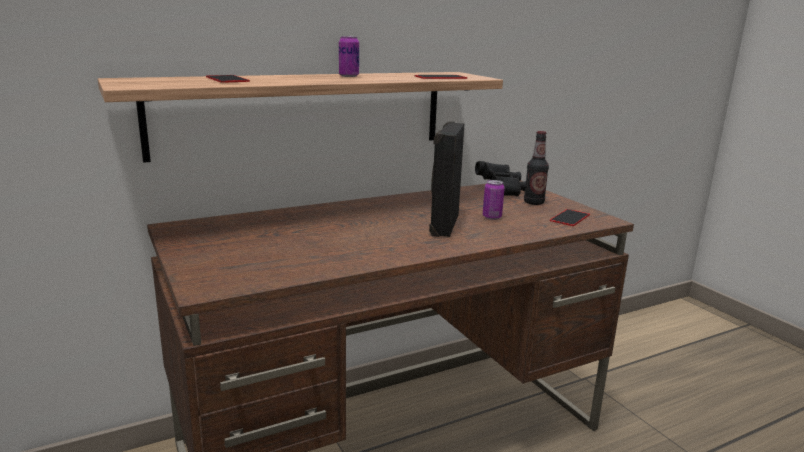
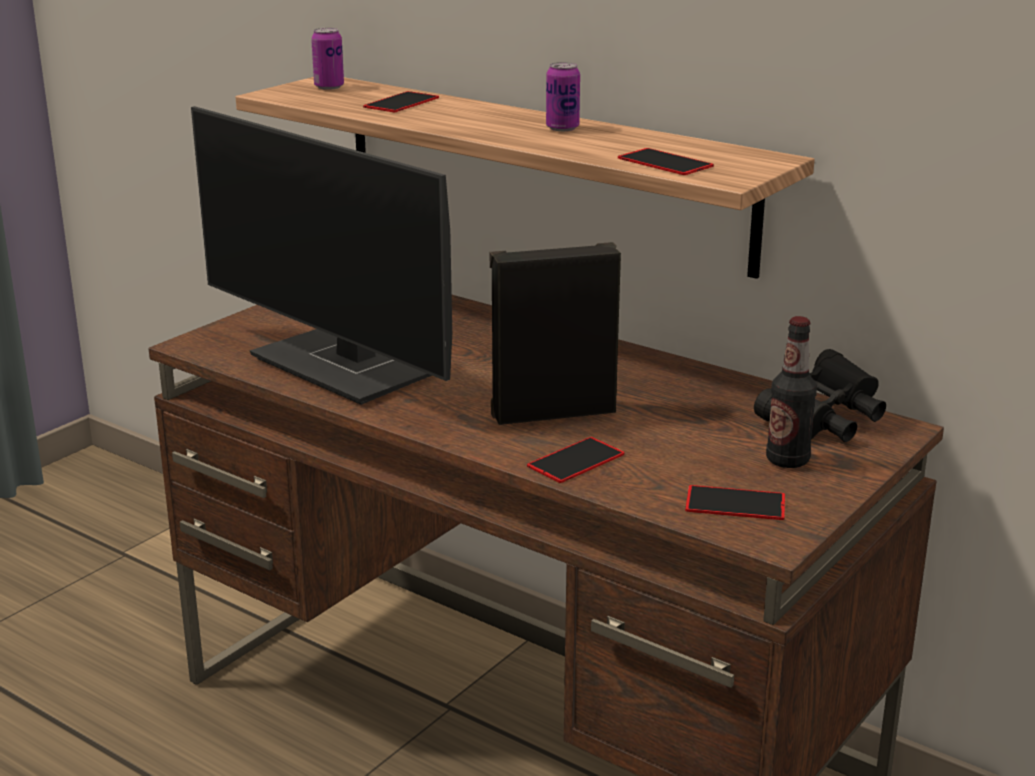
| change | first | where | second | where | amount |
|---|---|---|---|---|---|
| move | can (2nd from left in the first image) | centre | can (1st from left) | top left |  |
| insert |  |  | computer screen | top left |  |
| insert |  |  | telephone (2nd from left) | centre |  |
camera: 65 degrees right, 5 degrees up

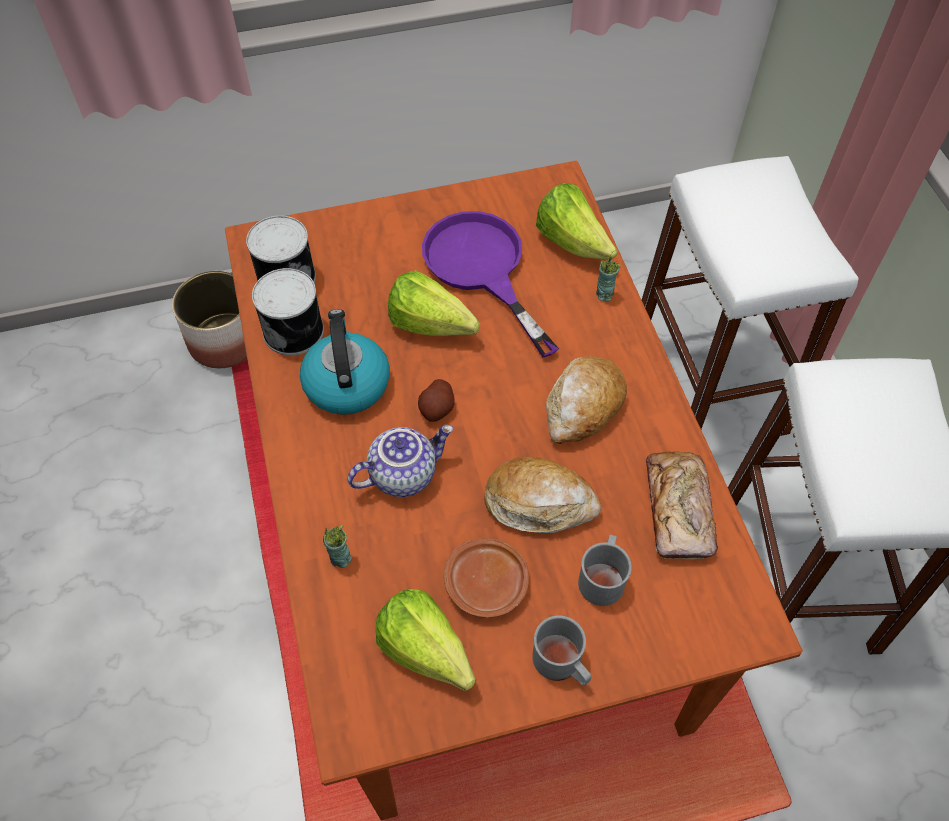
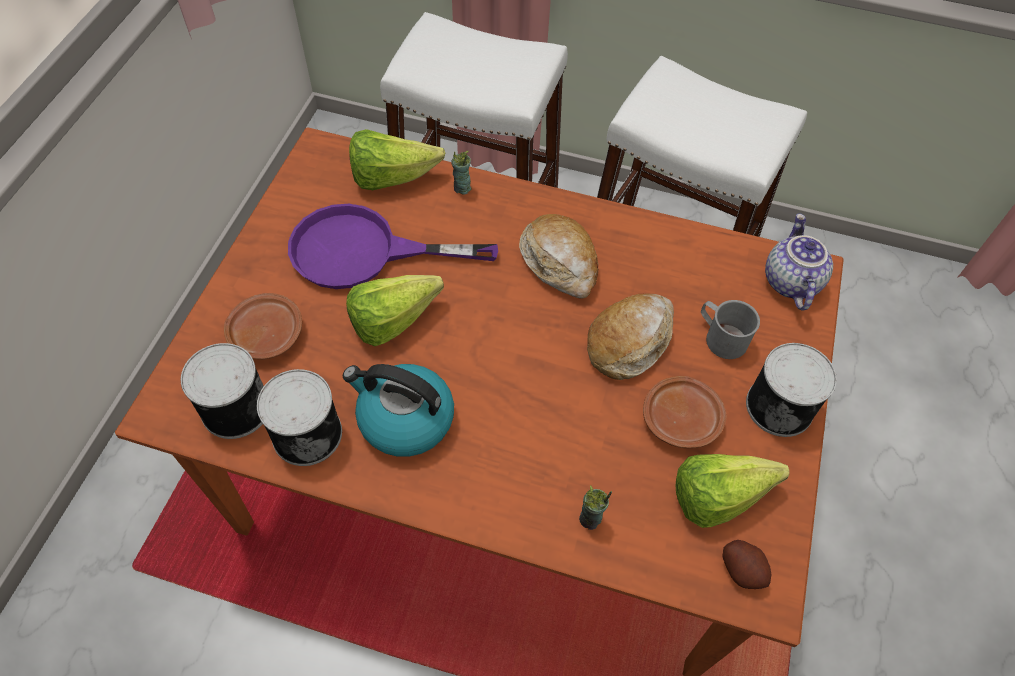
| change | first | where | second | where | amount |
|---|---|---|---|---|---|
| delete | planter | middle left |  |  |  |
| move | potato | centre |  | bottom right |  |
| move | teapot | centre |  | middle right |  |
| delete | baked bread (3rd from left) | middle right |  |  |  |
| replace | grey mug (1st from left) | bottom centre | can (3rd from left) | middle right |  |
| insert |  |  | brown-coloured flat dish (1st from left) | middle left |  |
camera: 60 degrees left, 0 degrees up

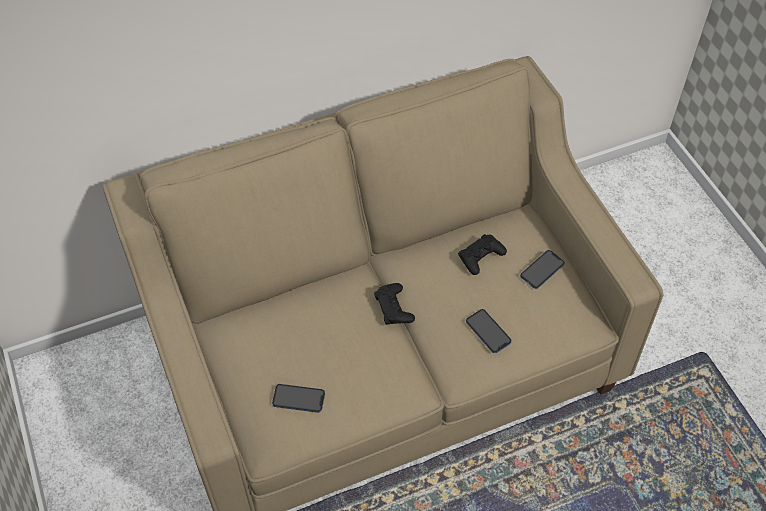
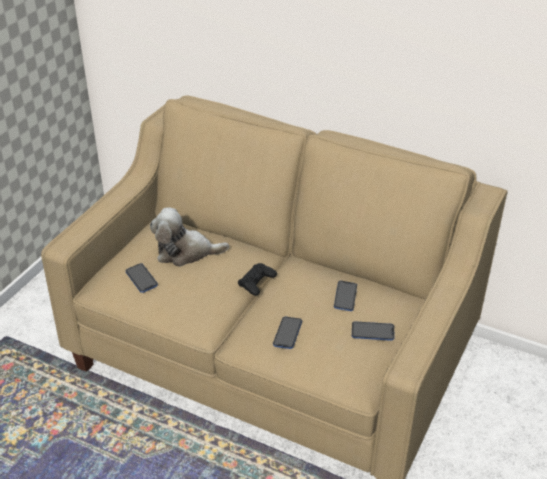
| change | first | where | second | where | amount |
|---|---|---|---|---|---|
| replace | black game controller (2nd from left) | centre | telephone (3rd from left) | centre |  |
| insert |  |  | cuddly toy | centre |  |
camera: 50 degrees right, 15 degrees down

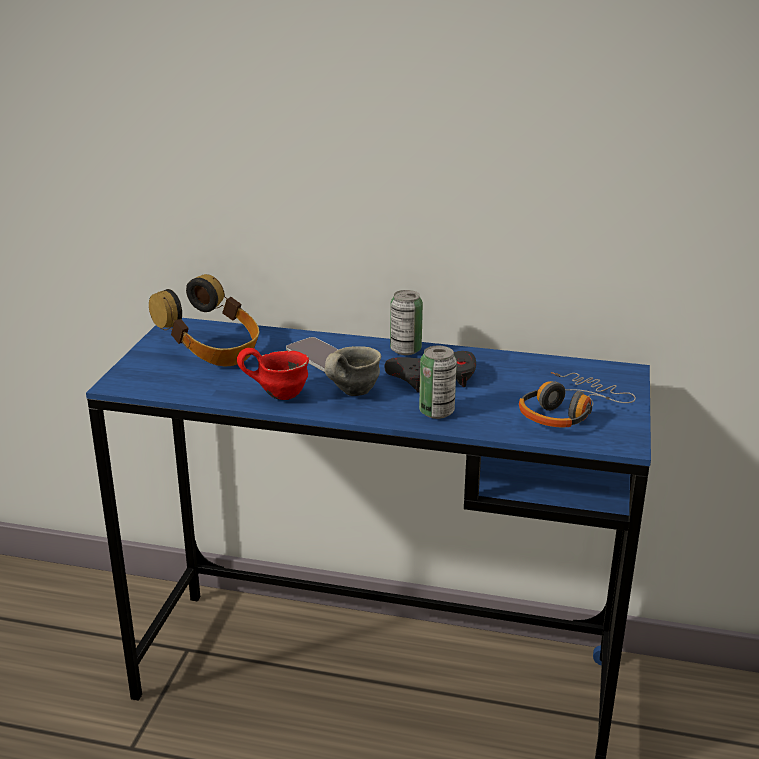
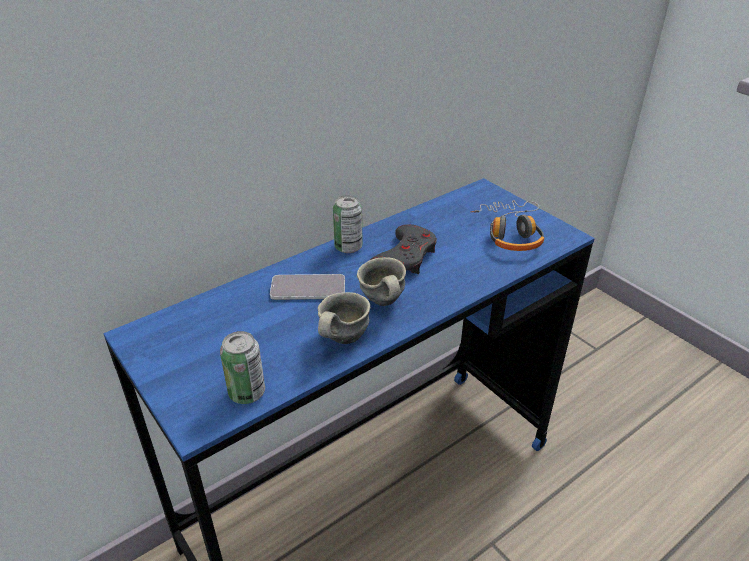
| change | first | where | second | where | amount |
|---|---|---|---|---|---|
| delete | headset (1st from left) | middle left |  |  |  |
| move | can (2nd from left in the first image) | centre | can (1st from left) | middle left |  |
| recolor | red mug | centre | grey mug (1st from left) | centre |  |
camera: 50 degrees left, 10 degrees up

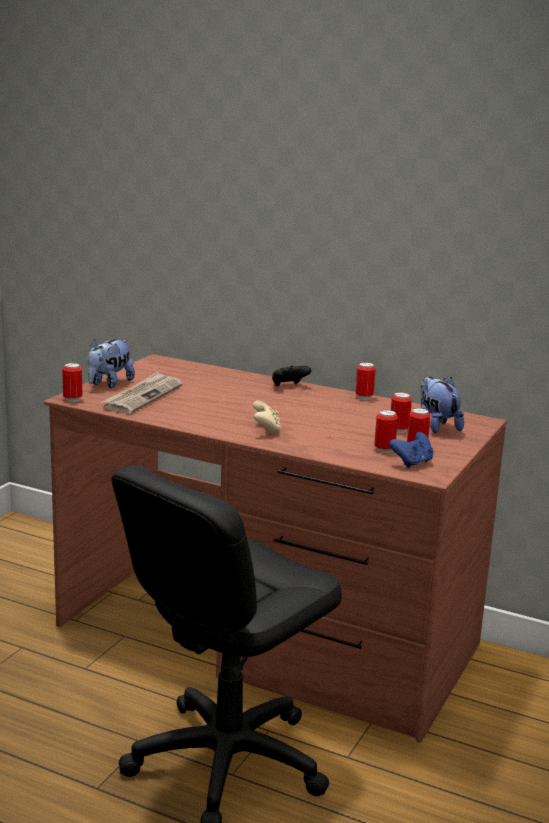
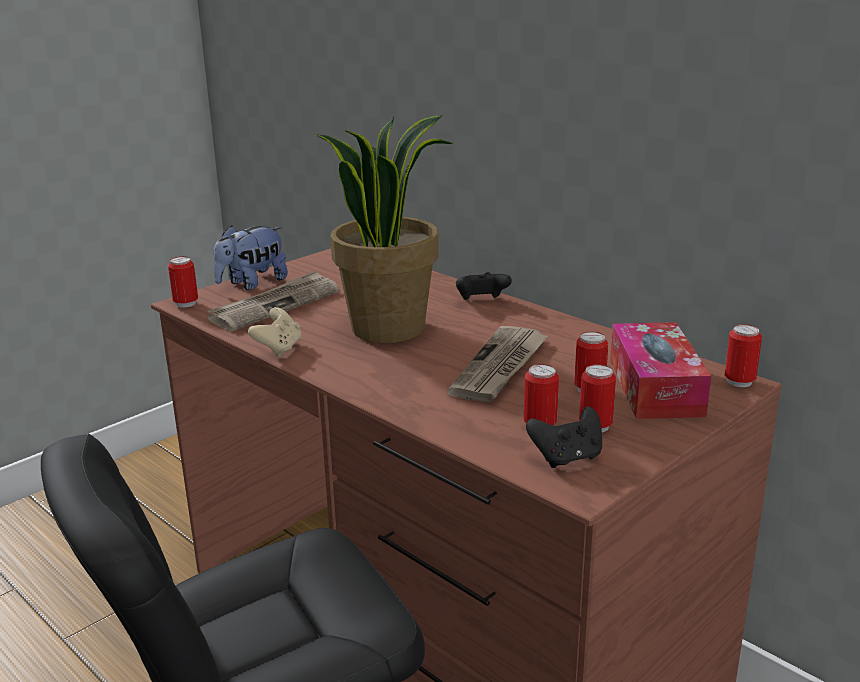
| change | first | where | second | where | amount |
|---|---|---|---|---|---|
| move | can (2nd from left in the first image) | centre | can (5th from left) | middle right |  |
| replace | cuddly toy (2nd from left) | middle right | tissue box | middle right |  |
| move | beige-coloured game controller | centre |  | middle left |  |
| recolor | blue-coloured game controller | middle right | black game controller (2nd from left) | centre |  |
| insert |  |  | plant in a pot | centre |  |
| insert |  |  | daily paper (2nd from left) | centre |  |
camera: 20 degrees right, 5 degrees up

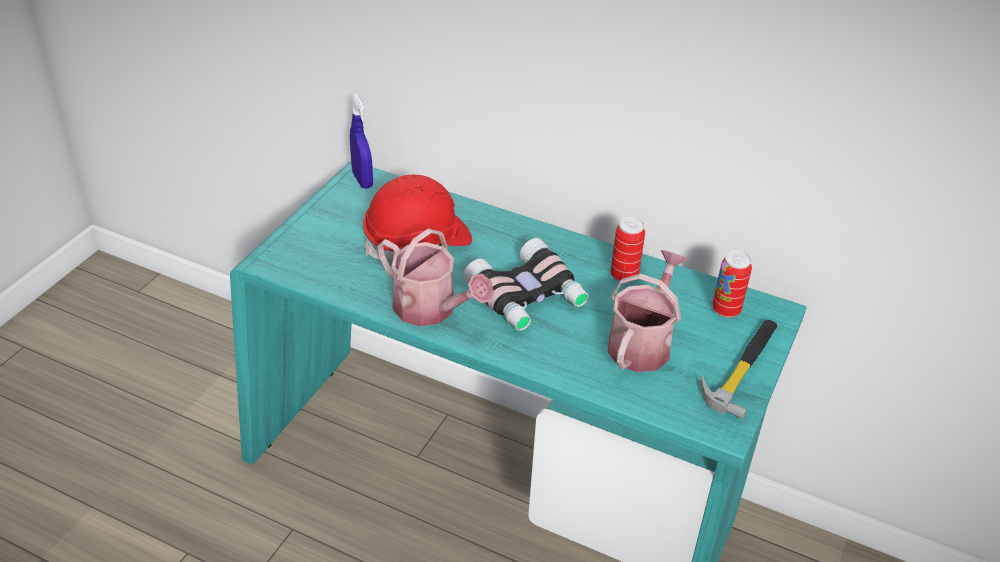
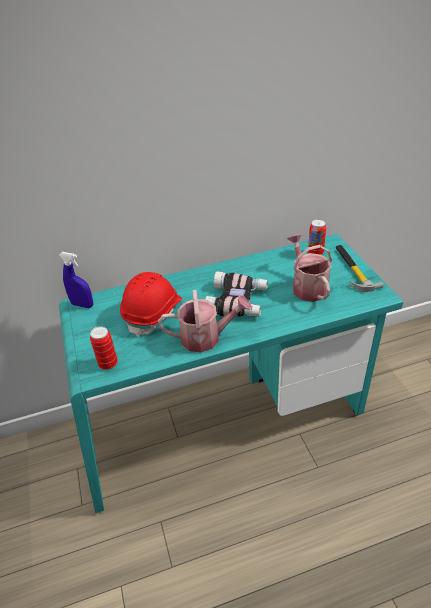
| change | first | where | second | where | amount |
|---|---|---|---|---|---|
| move | can (1st from left) | centre |  | middle left |  |
camera: 40 degrees left, 0 degrees up

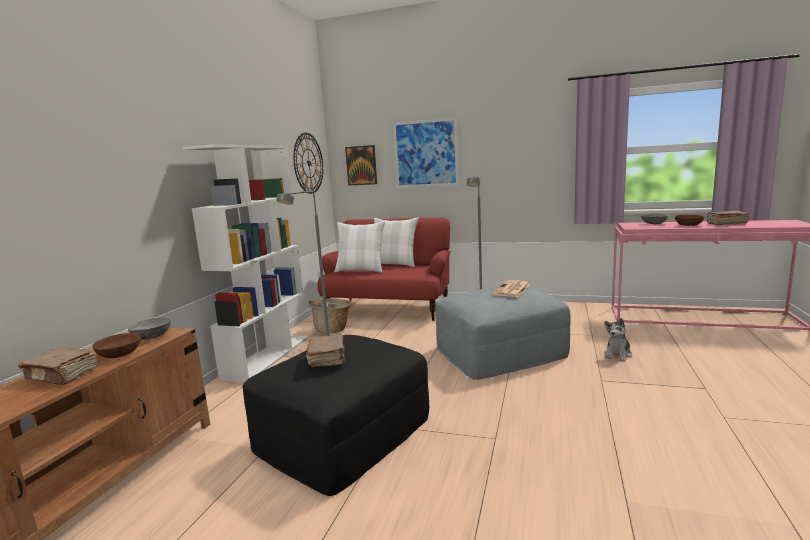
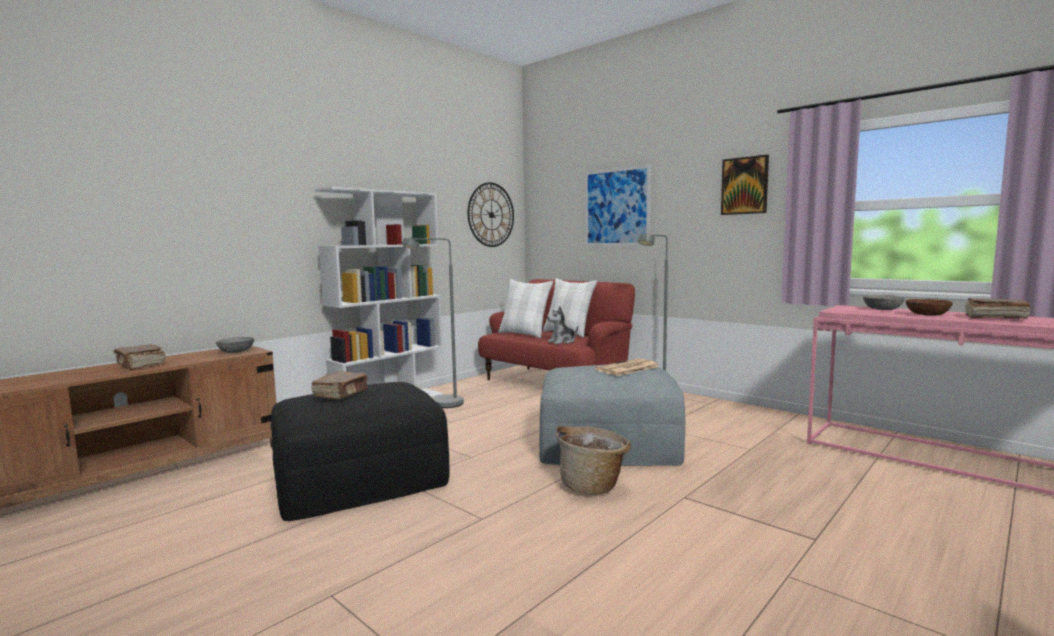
| change | first | where | second | where | amount |
|---|---|---|---|---|---|
| move | picture (1st from left in the first image) | top centre | picture (2nd from left) | top right |  |
| move | household basket | centre |  | bottom centre |  |
| move | cuddly toy | middle right |  | centre |  |
| delete | brown-coloured deep dish (1st from left) | middle left |  |  |  |
camera: 25 degrees right, 5 degrees down

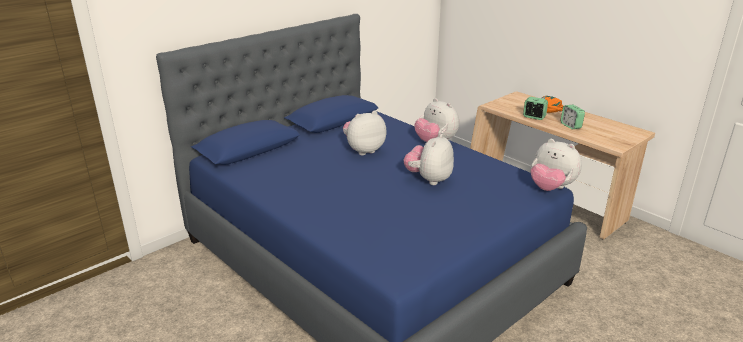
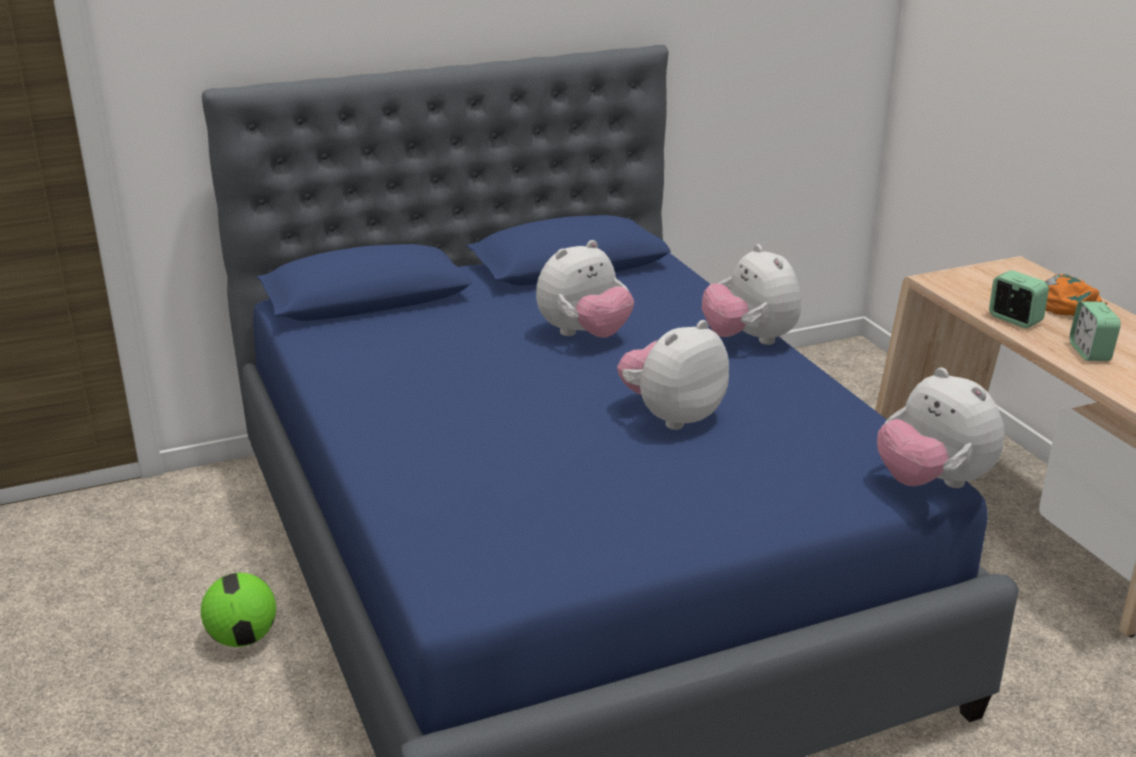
| change | first | where | second | where | amount |
|---|---|---|---|---|---|
| rotate | cuddly toy (1st from left) | centre |  | centre | 150 degrees clockwise |
| insert |  |  | football ball | bottom left |  |
camera: 20 degrees right, 0 degrees up

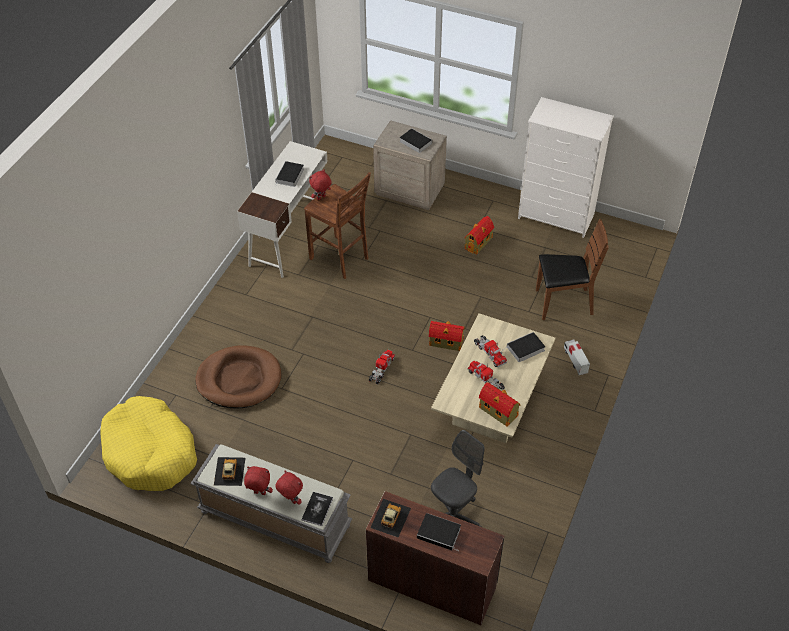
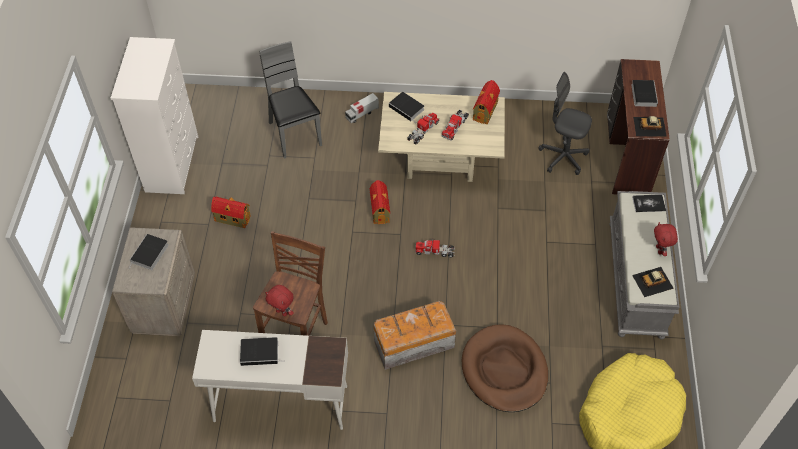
| change | first | where | second | where | amount |
|---|---|---|---|---|---|
| recolor | brown-coloured plain chair | middle right | grey plain chair | top centre |  |
| delete | red cuddly toy (2nd from left) | bottom centre |  |  |  |
| insert |  |  | storage box | bottom centre |  |
camera: 110 degrees left, 5 degrees up

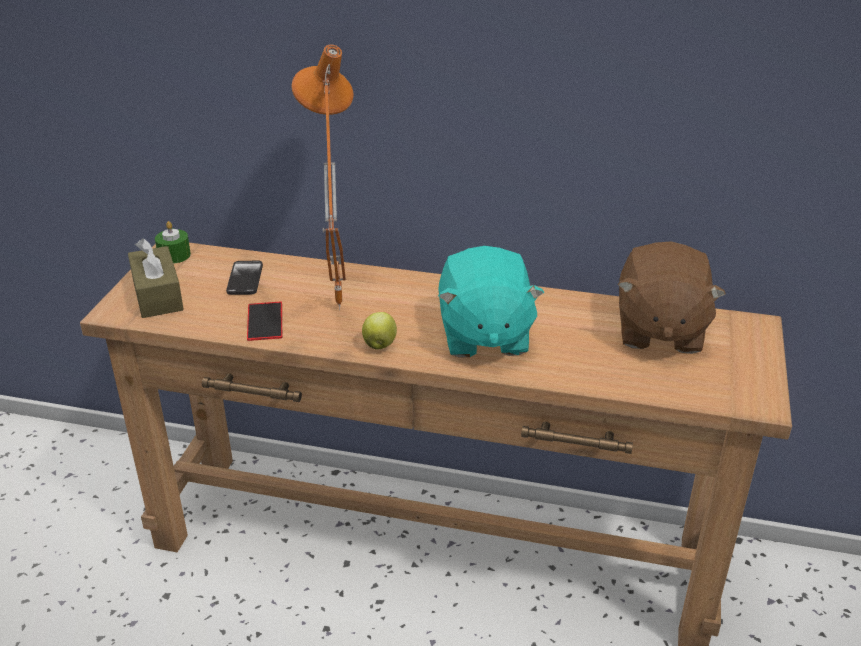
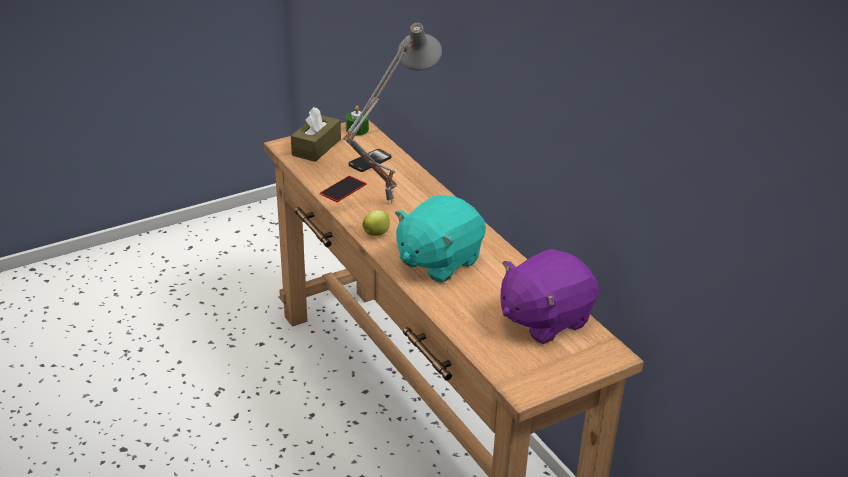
| change | first | where | second | where | amount |
|---|---|---|---|---|---|
| recolor | orangey table lamp | top centre | grey table lamp | top centre |  |
| recolor | brown-coloured cuddly toy | middle right | purplish cuddly toy | centre |  |
camera: 45 degrees right, 0 degrees up

